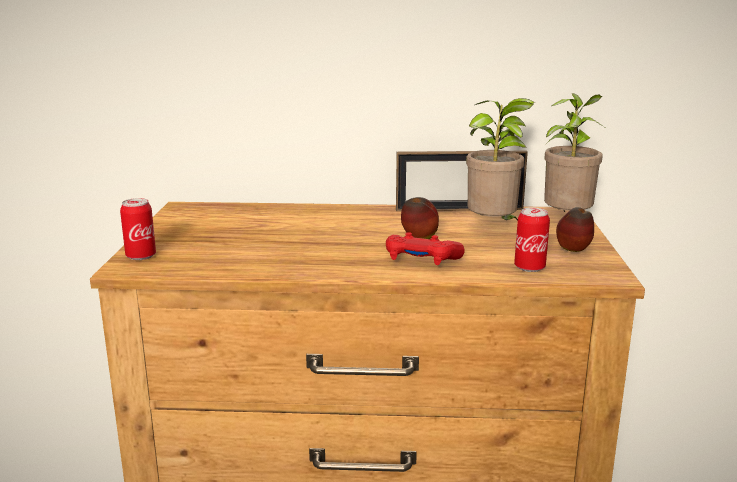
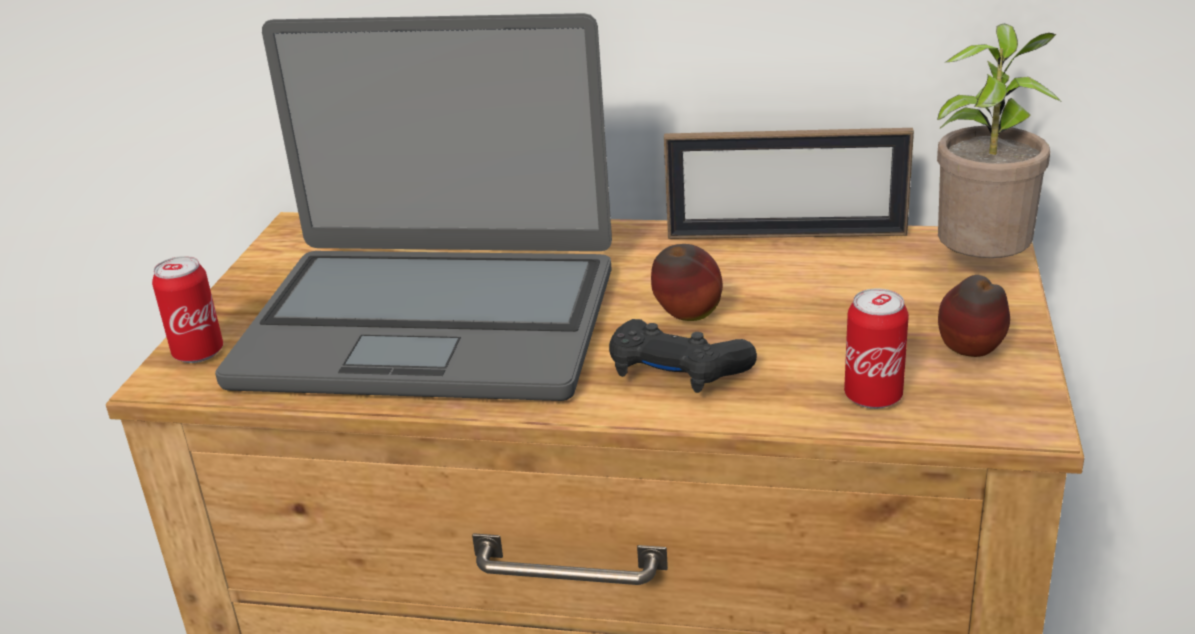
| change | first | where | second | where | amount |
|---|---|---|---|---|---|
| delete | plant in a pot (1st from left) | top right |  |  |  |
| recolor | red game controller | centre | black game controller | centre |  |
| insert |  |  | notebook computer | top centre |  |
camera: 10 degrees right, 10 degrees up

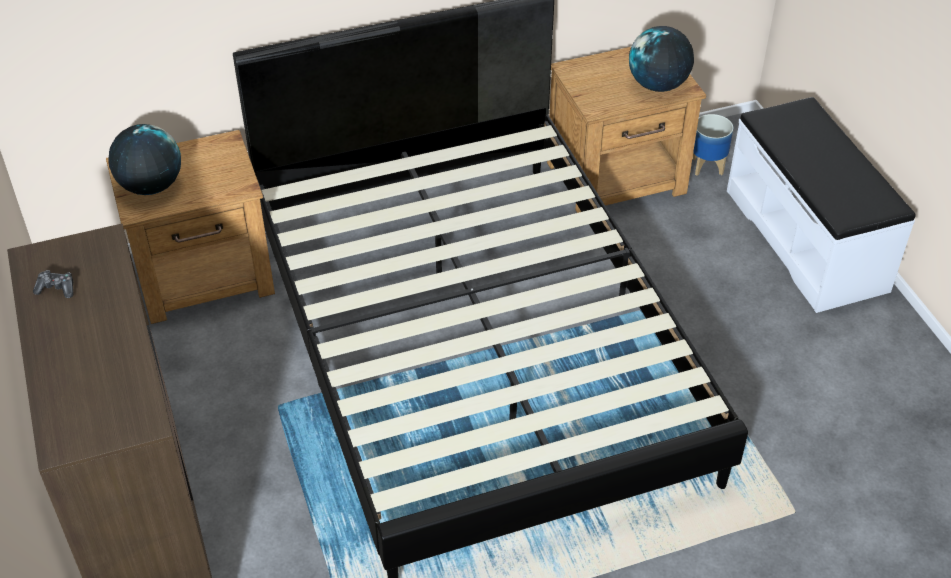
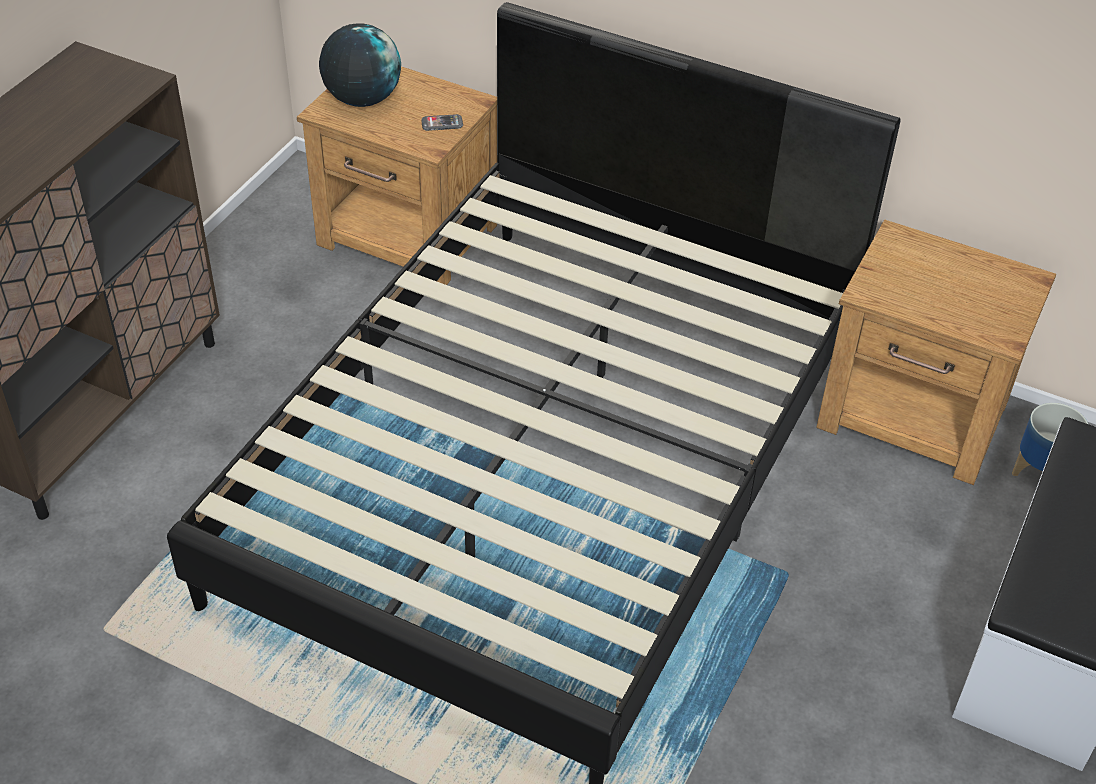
| change | first | where | second | where | amount |
|---|---|---|---|---|---|
| delete | globe (2nd from left) | top right |  |  |  |
| delete | game controller | middle left |  |  |  |
| insert |  |  | telephone | top centre |  |
camera: 45 degrees right, 0 degrees up

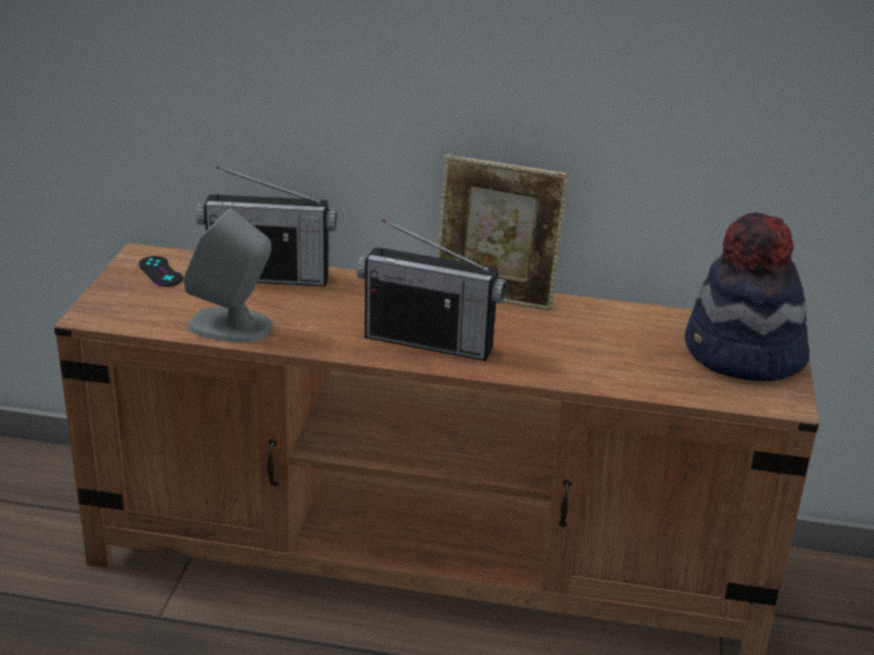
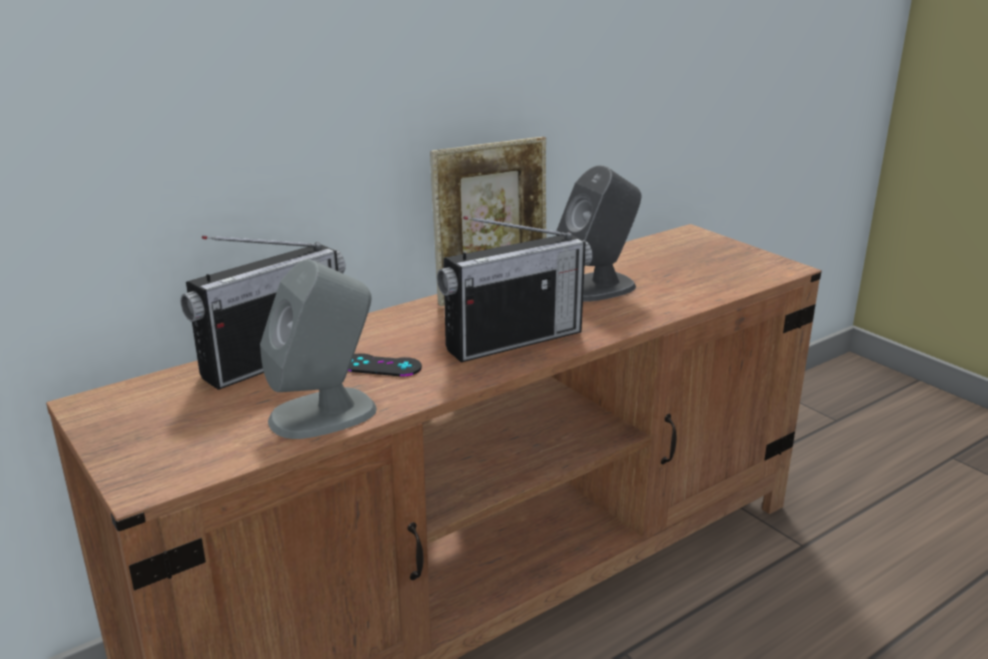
| change | first | where | second | where | amount |
|---|---|---|---|---|---|
| delete | hat | middle right |  |  |  |
| move | black game controller | middle left |  | centre |  |
| insert |  |  | grey audio speaker (2nd from left) | centre |  |
camera: 45 degrees left, 5 degrees down

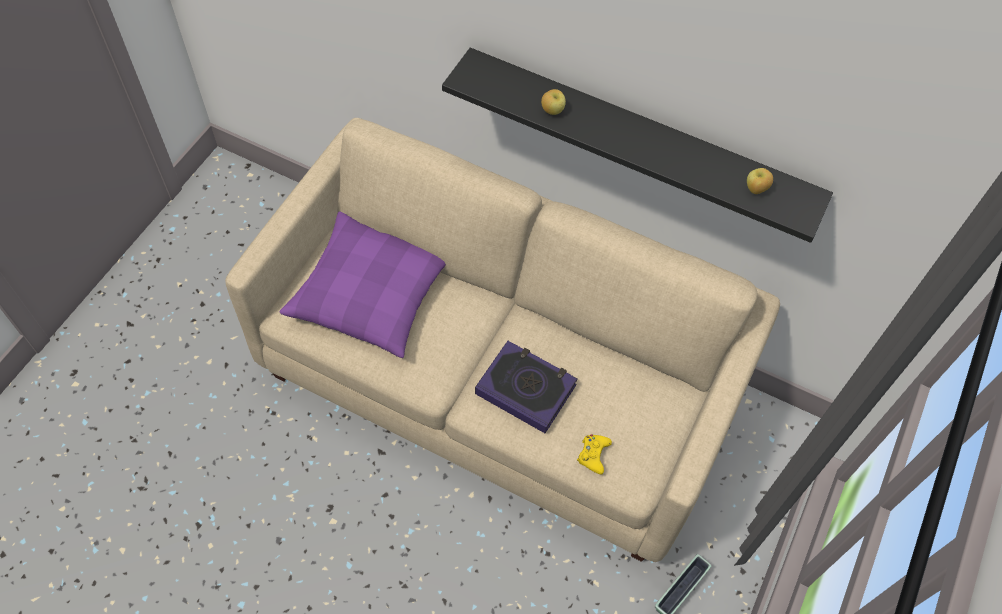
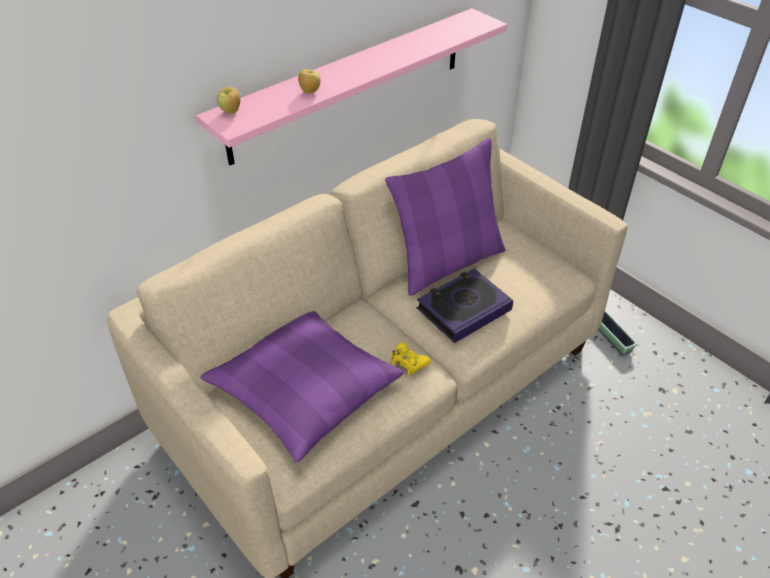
| change | first | where | second | where | amount |
|---|---|---|---|---|---|
| recolor | black shelf | top centre | pink shelf | top centre |  |
| move | apple (2nd from left in the first image) | top right | apple (1st from left) | top left |  |
| move | yellow-coloured game controller | bottom centre |  | centre |  |
| insert |  |  | purplish throw pillow (2nd from left) | centre |  |
camera: 65 degrees left, 15 degrees down

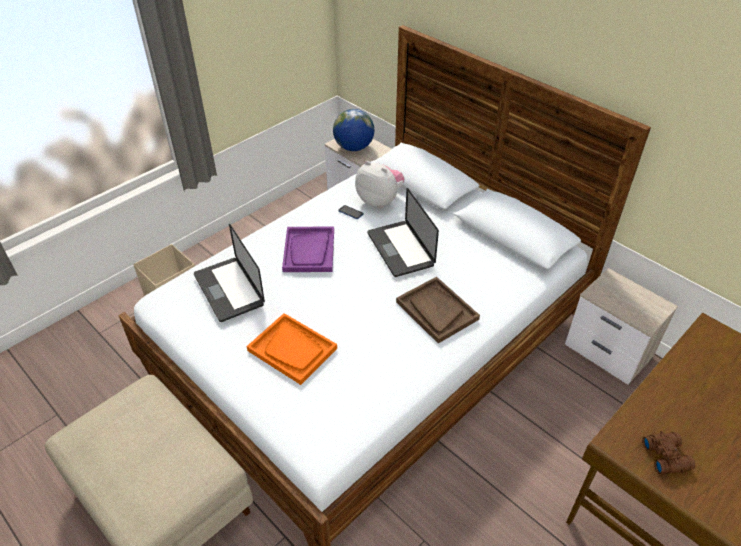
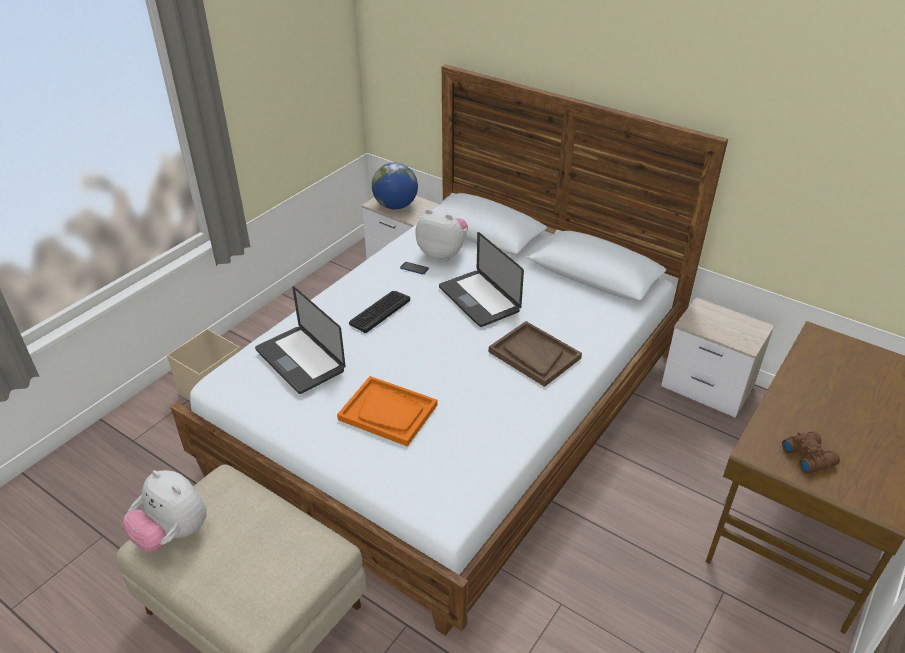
| change | first | where | second | where | amount |
|---|---|---|---|---|---|
| replace | purplish serving tray | centre | keyboard | centre |  |
| insert |  |  | cuddly toy (1st from left) | bottom left |  |
camera: 10 degrees left, 5 degrees down

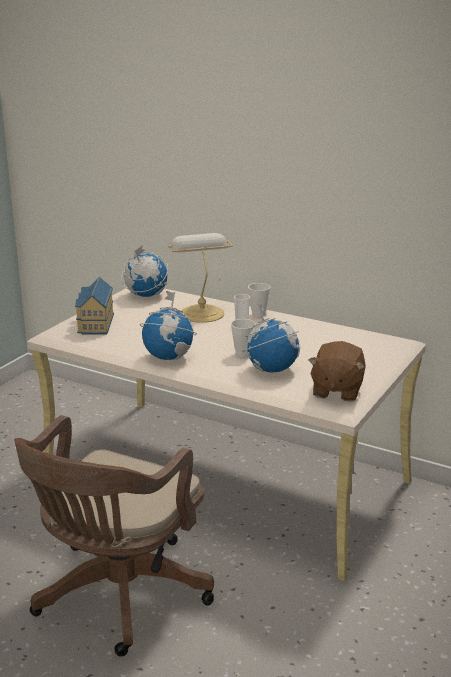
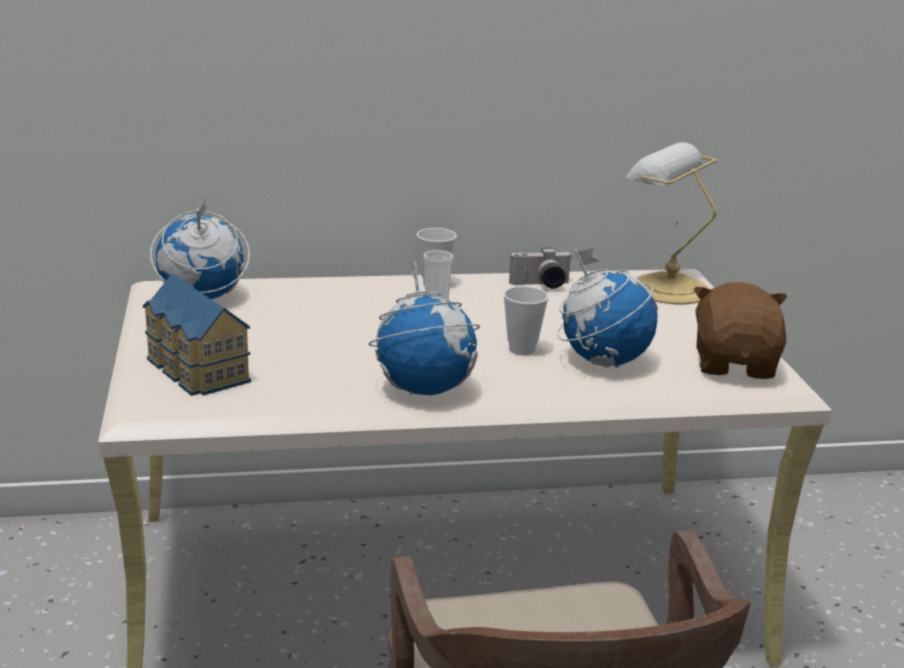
| change | first | where | second | where | amount |
|---|---|---|---|---|---|
| move | table lamp | centre |  | middle right |  |
| rotate | brown-coloured cuddly toy | middle right |  | middle right | 150 degrees counterclockwise |
| insert |  |  | photo camera | centre |  |
camera: 40 degrees left, 0 degrees up

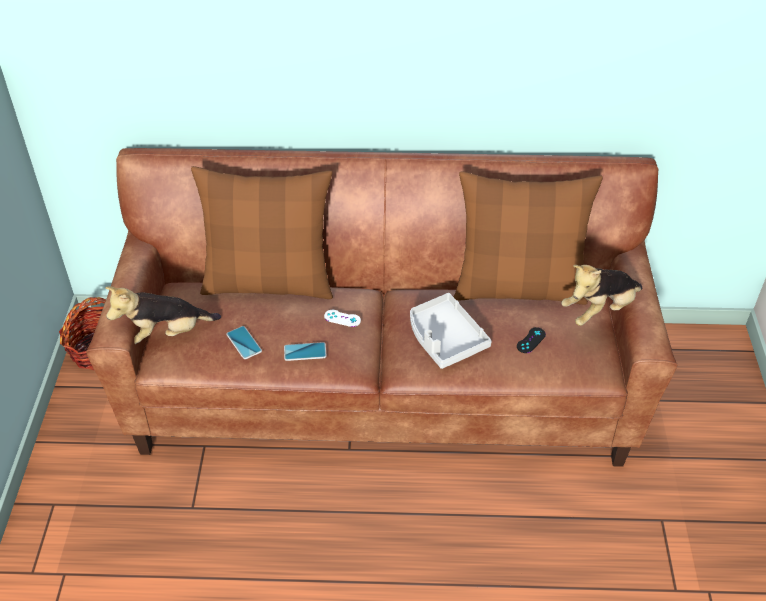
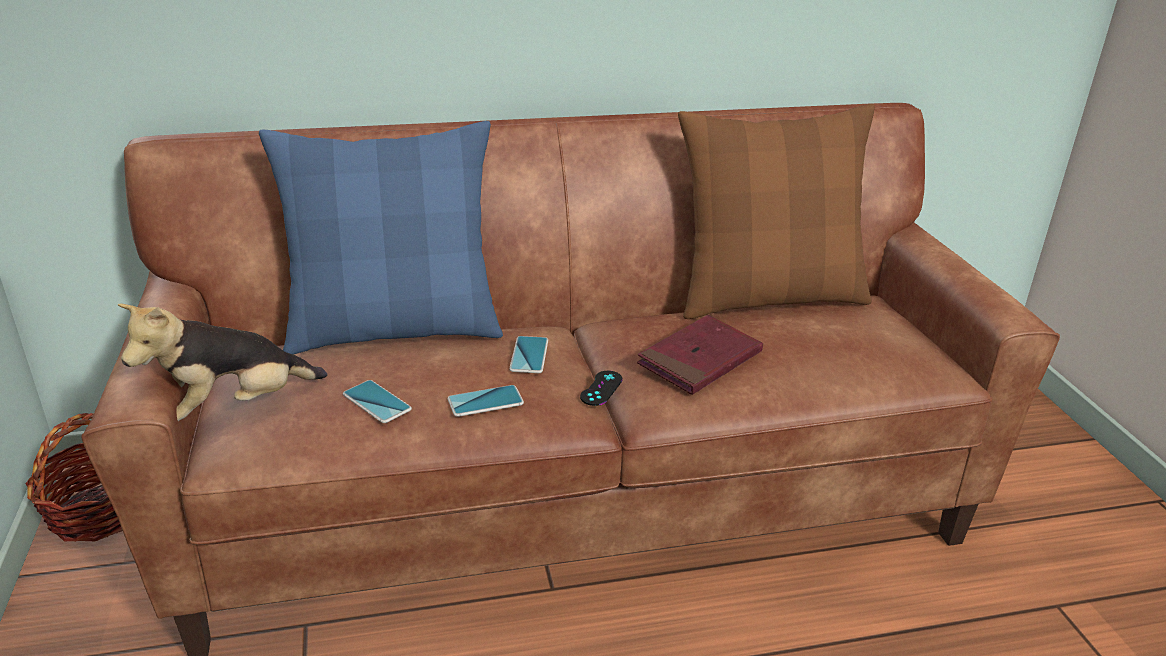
| change | first | where | second | where | amount |
|---|---|---|---|---|---|
| recolor | brown-coloured throw pillow (1st from left) | centre | blue-coloured throw pillow | middle left |  |
| delete | cuddly toy (2nd from left) | middle right |  |  |  |
| replace | grey serving tray | centre | red bound book | centre |  |
| replace | white game controller | centre | telephone (3rd from left) | centre |  |
| move | black game controller | middle right |  | centre |  |
camera: 15 degrees left, 15 degrees down

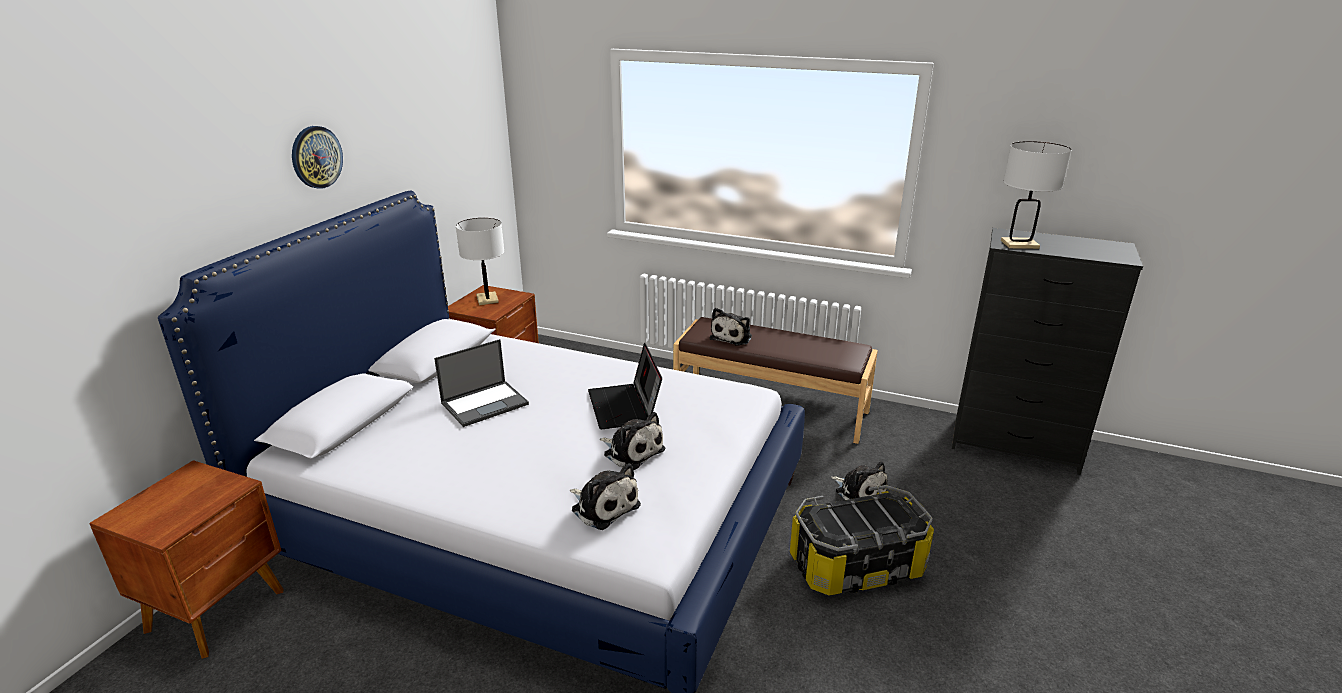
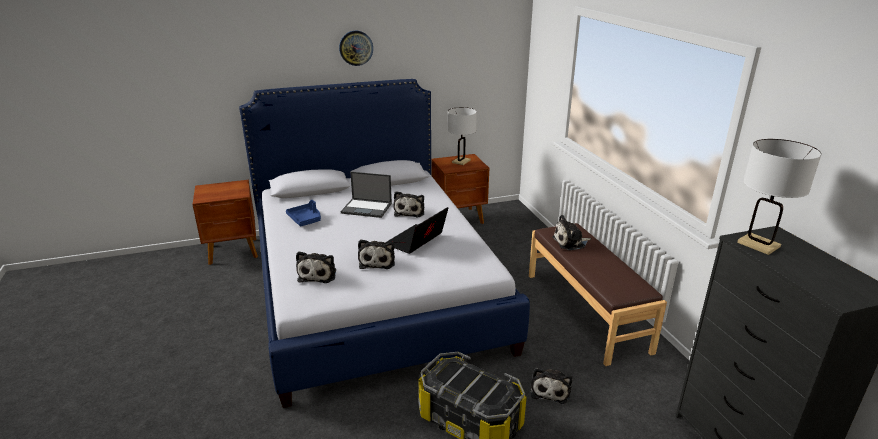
| change | first | where | second | where | amount |
|---|---|---|---|---|---|
| insert |  |  | cuddly toy (3rd from left) | centre |  |
| insert |  |  | blue-coloured serving tray | centre |  |
camera: 50 degrees right, 0 degrees up

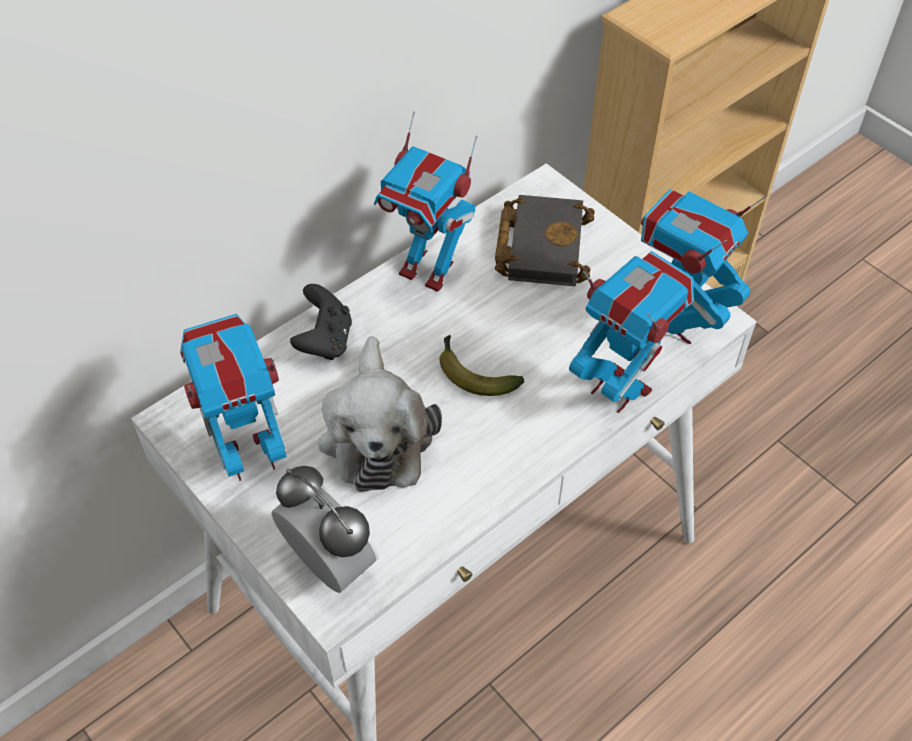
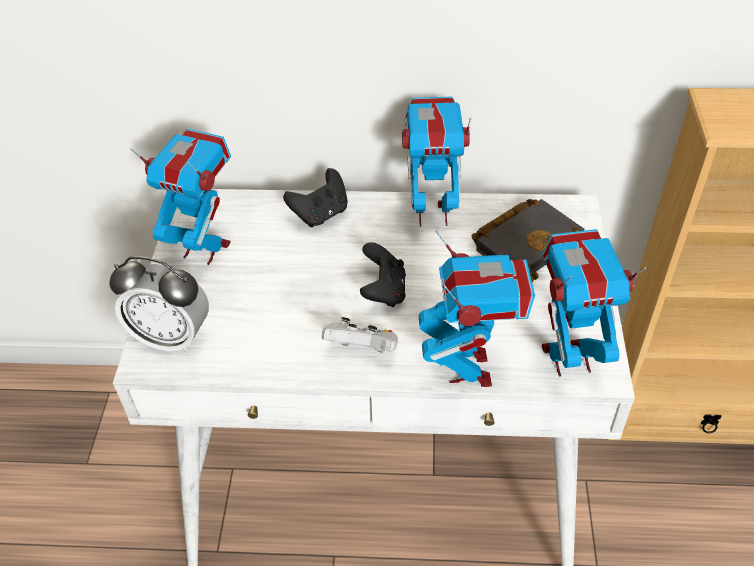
| change | first | where | second | where | amount |
|---|---|---|---|---|---|
| rotate | toy robot (2nd from left) | top centre |  | top centre | 105 degrees clockwise |
| replace | banana fruit | centre | black game controller (2nd from left) | centre |  |
| delete | cuddly toy | centre |  |  |  |
| rotate | table clock | bottom centre |  | middle left | 105 degrees clockwise |
| insert |  |  | white game controller | centre |  |
camera: 45 degrees right, 5 degrees down

